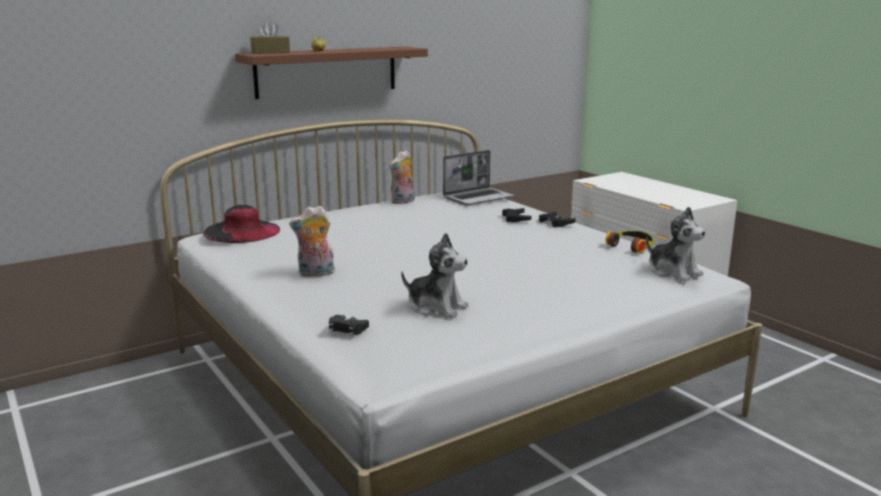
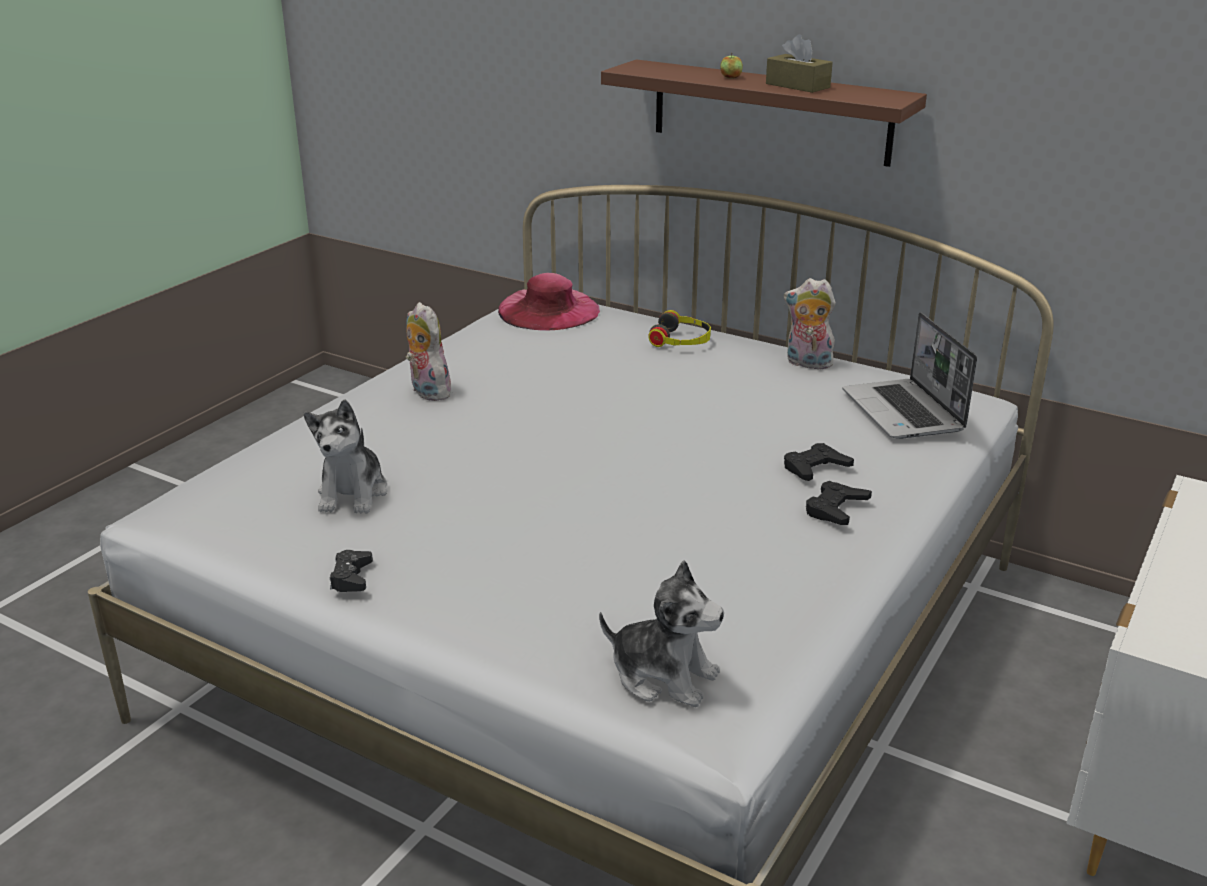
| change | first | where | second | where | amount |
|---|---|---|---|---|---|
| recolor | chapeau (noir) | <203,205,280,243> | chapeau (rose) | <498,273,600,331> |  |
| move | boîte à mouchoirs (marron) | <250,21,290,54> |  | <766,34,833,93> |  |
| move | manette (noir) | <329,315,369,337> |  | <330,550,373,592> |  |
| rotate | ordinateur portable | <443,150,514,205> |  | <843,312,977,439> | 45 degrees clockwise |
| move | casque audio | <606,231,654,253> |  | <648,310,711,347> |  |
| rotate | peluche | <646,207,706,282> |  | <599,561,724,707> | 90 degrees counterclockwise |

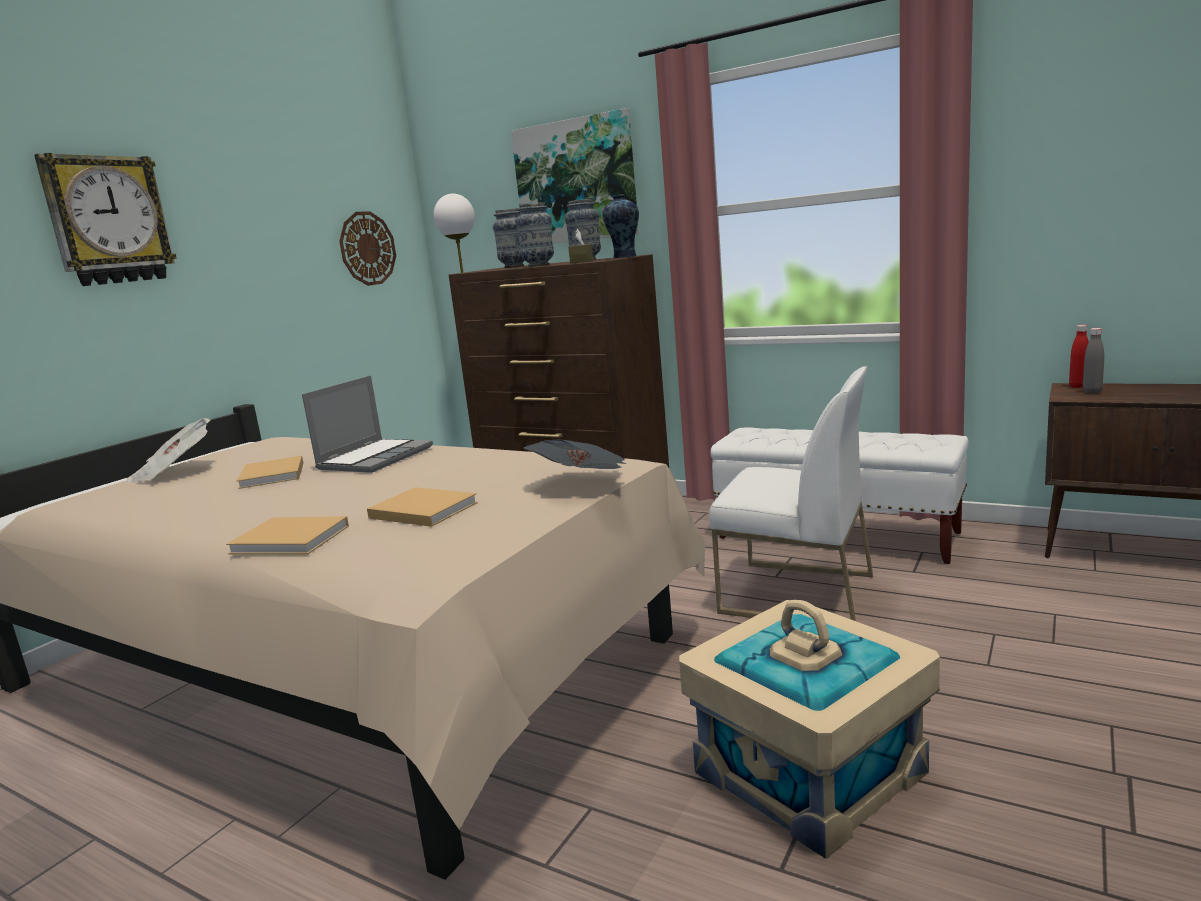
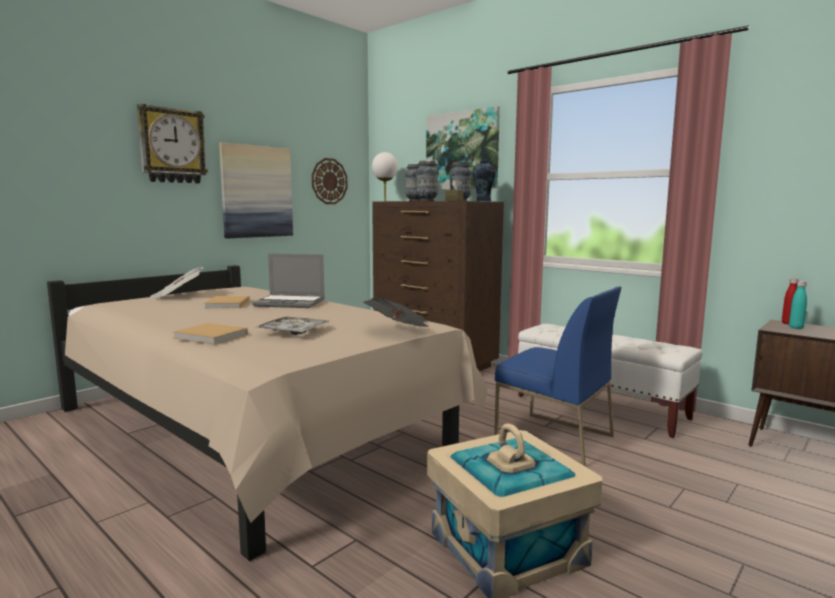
| change | first | where | second | where | amount |
|---|---|---|---|---|---|
| rotate | ordinateur portable | <302,375,433,473> |  | <252,254,325,308> | 60 degrees clockwise |
| replace | livre (beige) | <367,487,478,527> | plateau | <255,316,329,335> |  |
| recolor | chaise (blanc) | <709,366,873,621> | chaise (bleu) | <494,286,621,467> |  |
| recolor | bouteille (gris) | <1083,328,1104,393> | bouteille (turquoise) | <789,281,807,329> |  |
| insert |  |  | tableau | <219,142,293,238> |  |

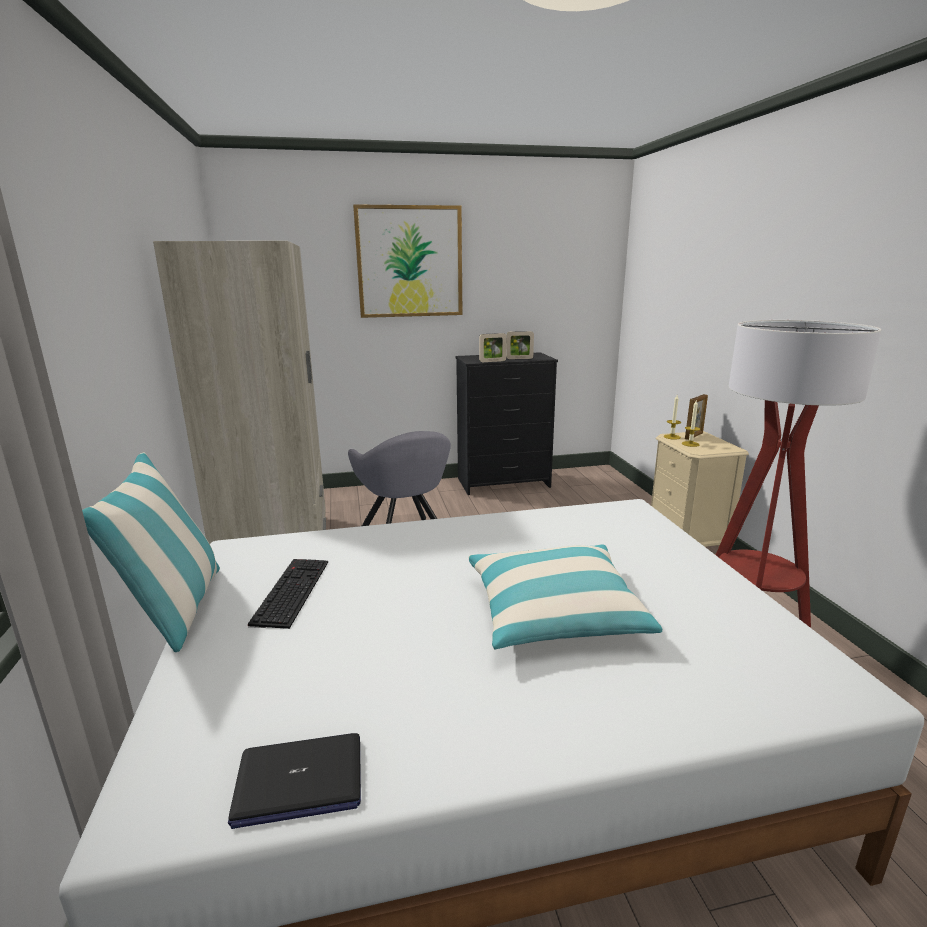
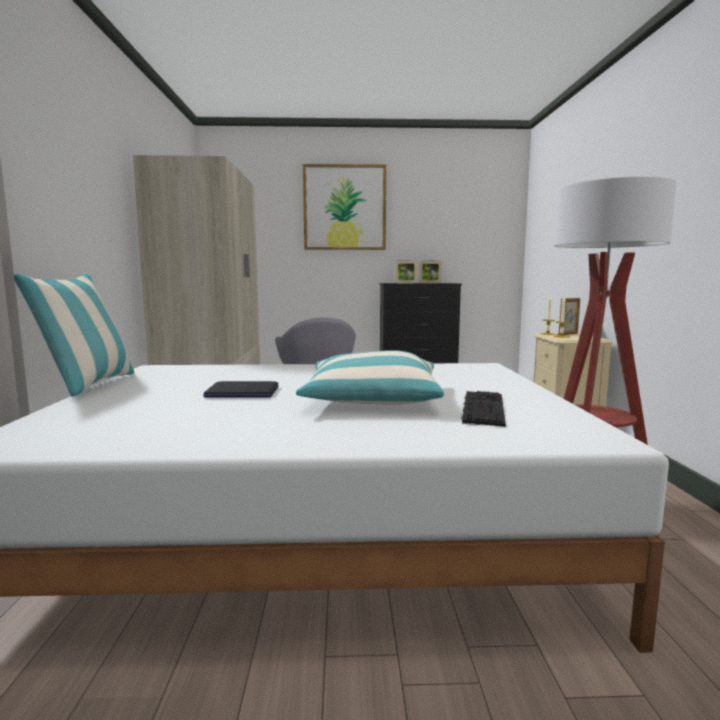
| change | first | where | second | where | amount |
|---|---|---|---|---|---|
| move | ordinateur portable | <228,733,361,829> |  | <203,381,279,398> |  |
| move | clavier | <248,559,328,629> |  | <461,391,506,427> |  |

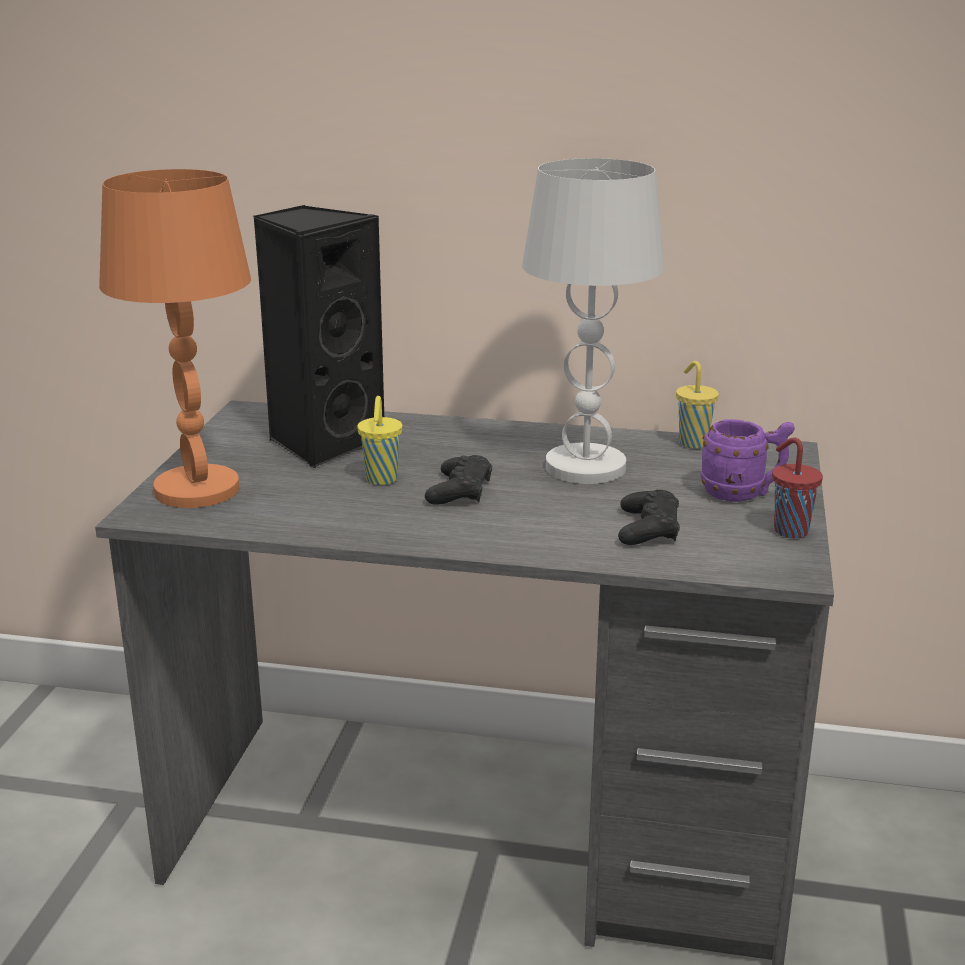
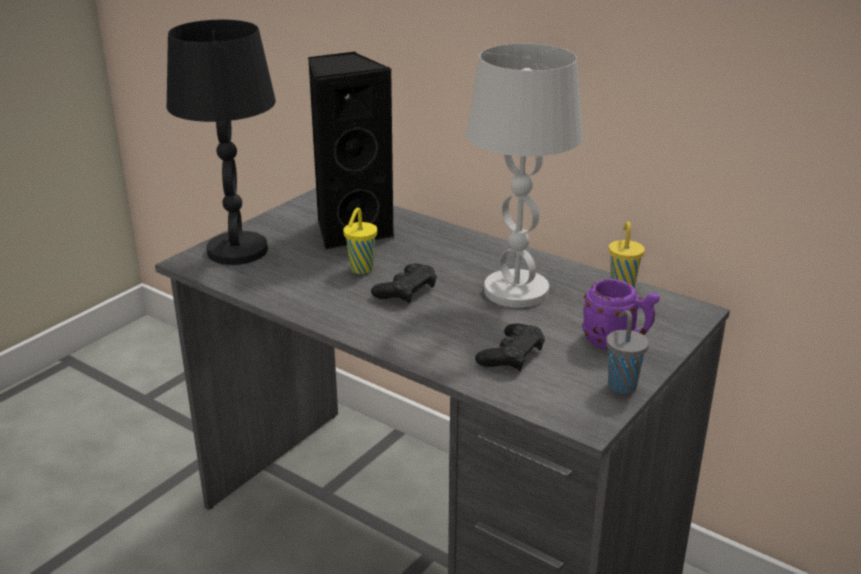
| change | first | where | second | where | amount |
|---|---|---|---|---|---|
| recolor | lampe de table (orange) | <99,169,251,508> | lampe de table (noir) | <167,20,276,265> |  |
| recolor | tasse (rouge) | <772,437,823,539> | tasse (gris) | <606,310,649,394> |  |

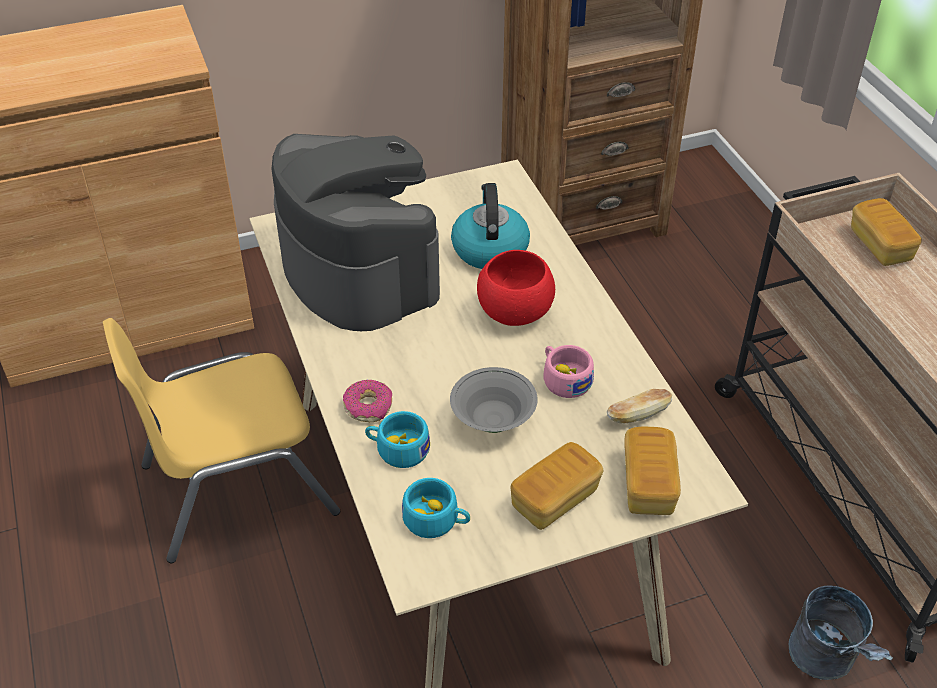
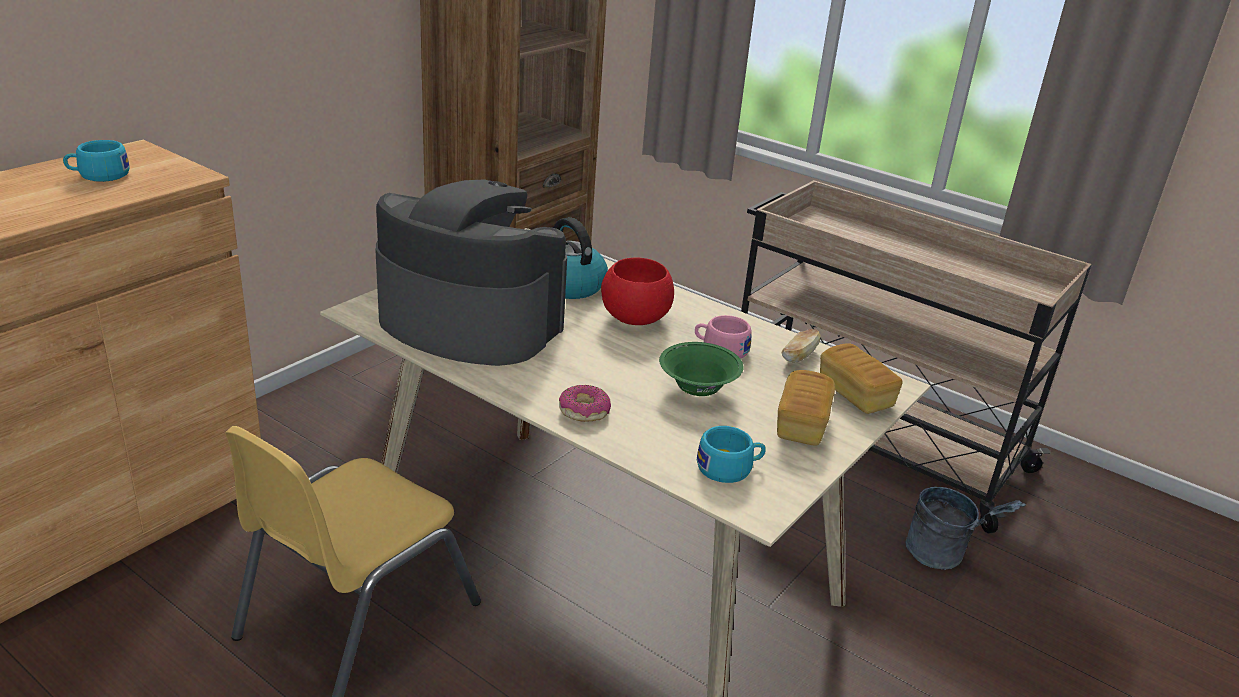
| change | first | where | second | where | amount |
|---|---|---|---|---|---|
| move | tasse (turquoise) | <365,411,430,468> |  | <63,140,130,182> |  |
| recolor | bol (gris) | <450,367,538,433> | bol (vert) | <659,342,744,396> |  |
| delete | pain | <851,198,922,266> |  |  |  |

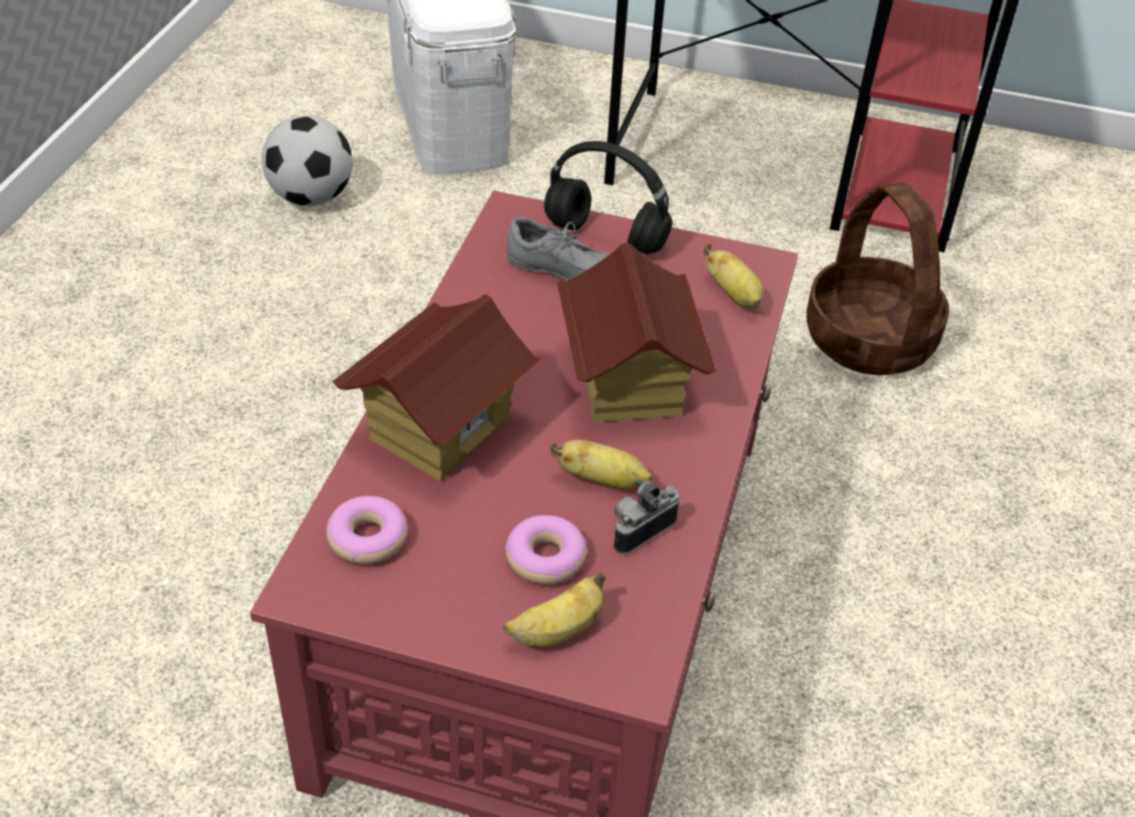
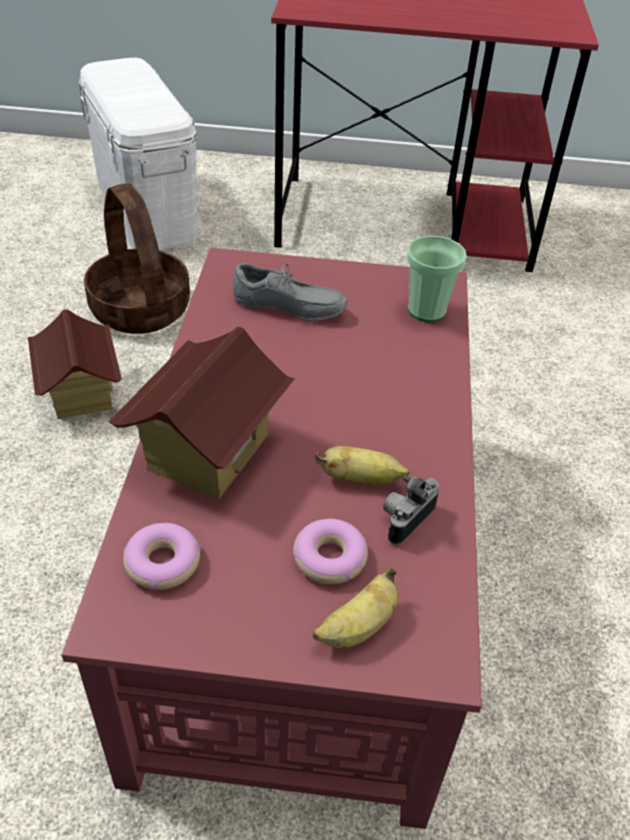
| change | first | where | second | where | amount |
|---|---|---|---|---|---|
| delete | ballon de foot | <262,115,353,206> |  |  |  |
| delete | casque audio (noir) | <544,141,672,254> |  |  |  |
| move | maison miniature | <557,243,716,422> |  | <28,309,122,419> |  |
| replace | banane | <703,244,763,308> | tasse | <407,236,467,322> |  |
| move | panier | <806,182,949,375> |  | <84,183,190,334> |  |

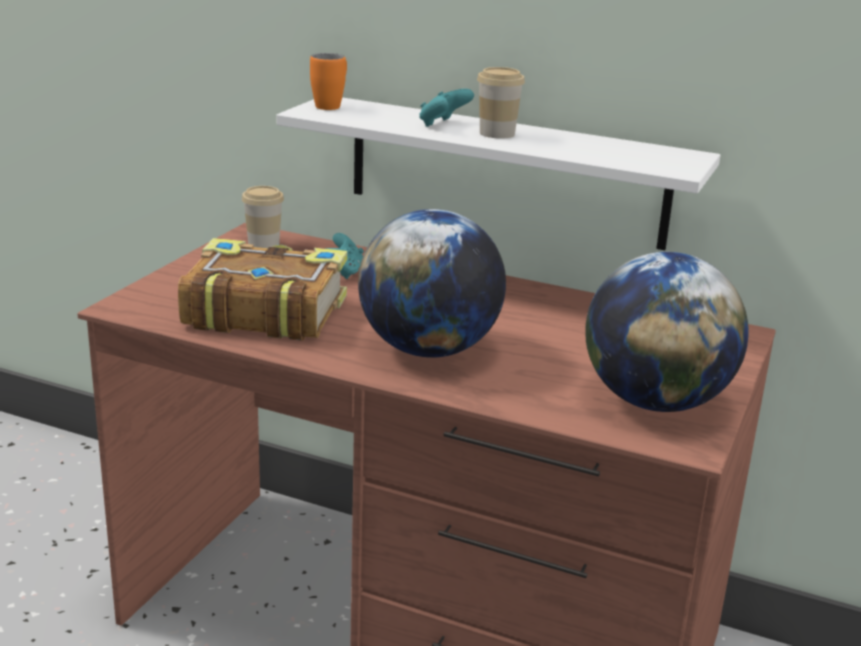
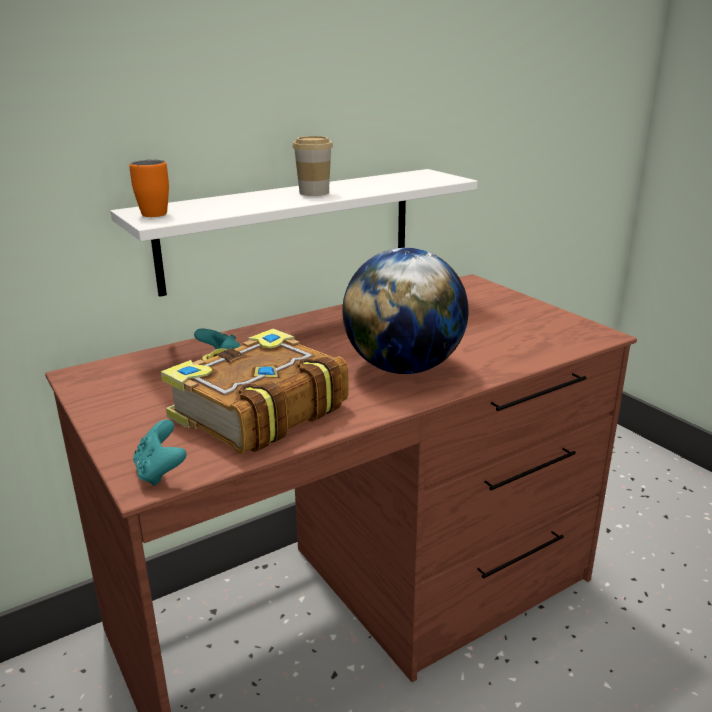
| change | first | where | second | where | amount |
|---|---|---|---|---|---|
| delete | tasse | <242,186,284,248> |  |  |  |
| move | manette (turquoise) | <419,89,474,127> |  | <133,420,187,486> |  |
| delete | globe | <585,252,749,412> |  |  |  |

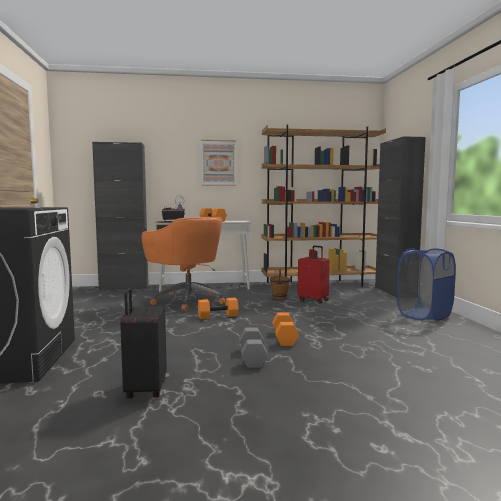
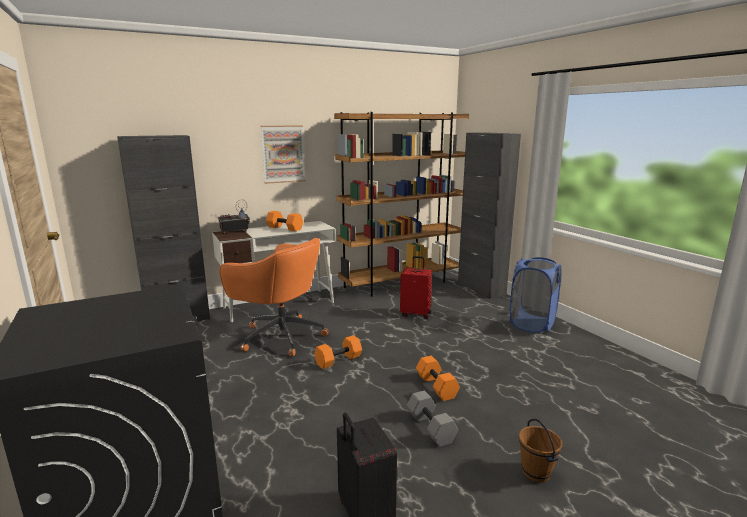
| change | first | where | second | where | amount |
|---|---|---|---|---|---|
| move | seau (marron) | <270,269,290,299> |  | <519,419,562,483> |  |

